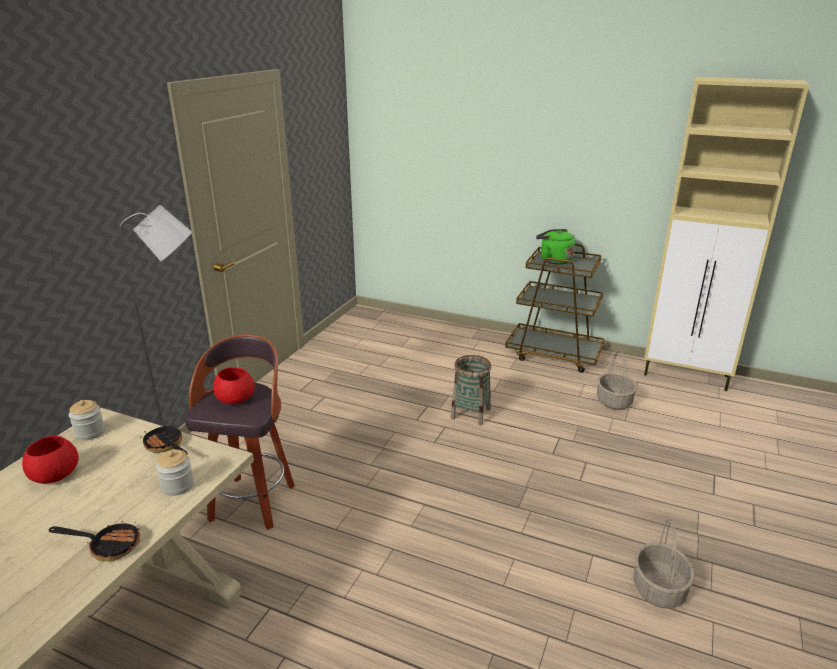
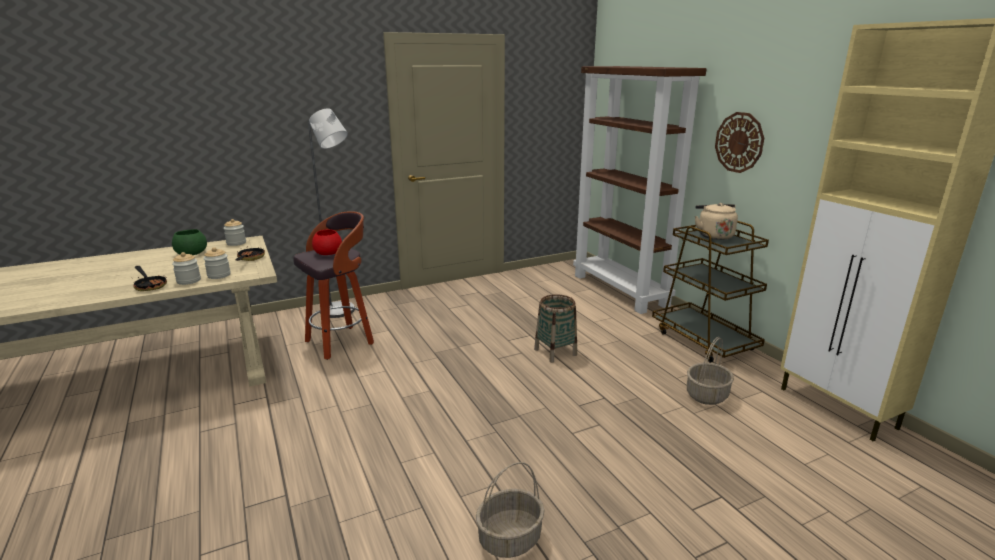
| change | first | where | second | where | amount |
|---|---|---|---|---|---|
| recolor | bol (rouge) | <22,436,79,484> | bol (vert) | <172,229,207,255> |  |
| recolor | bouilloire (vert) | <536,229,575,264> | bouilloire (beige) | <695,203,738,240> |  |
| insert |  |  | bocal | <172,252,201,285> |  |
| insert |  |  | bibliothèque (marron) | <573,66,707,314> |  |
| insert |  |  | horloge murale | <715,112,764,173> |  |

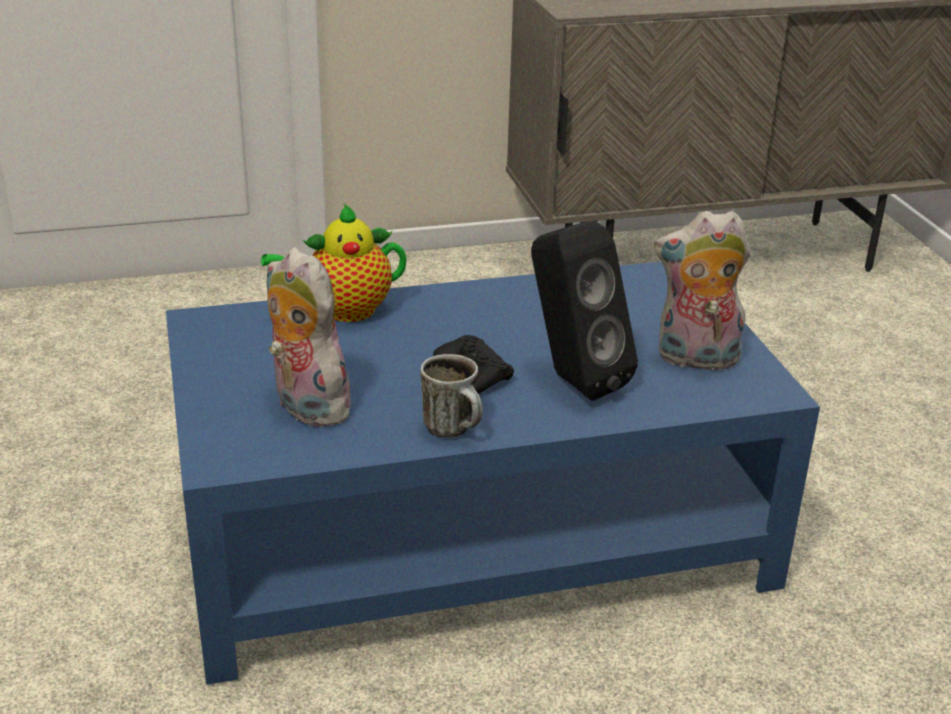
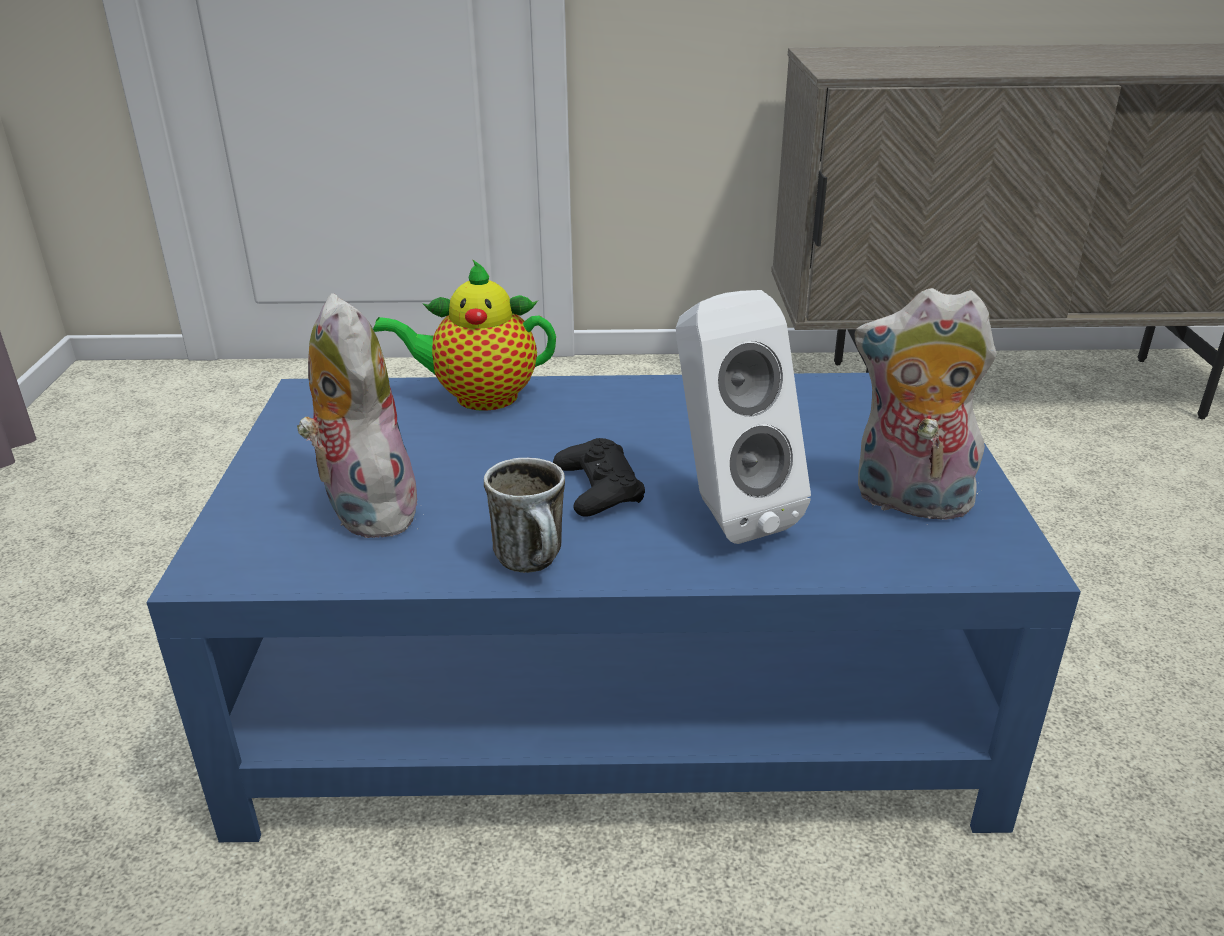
| change | first | where | second | where | amount |
|---|---|---|---|---|---|
| recolor | enceinte (noir) | <531,221,638,401> | enceinte (blanc) | <676,290,811,544> |  |

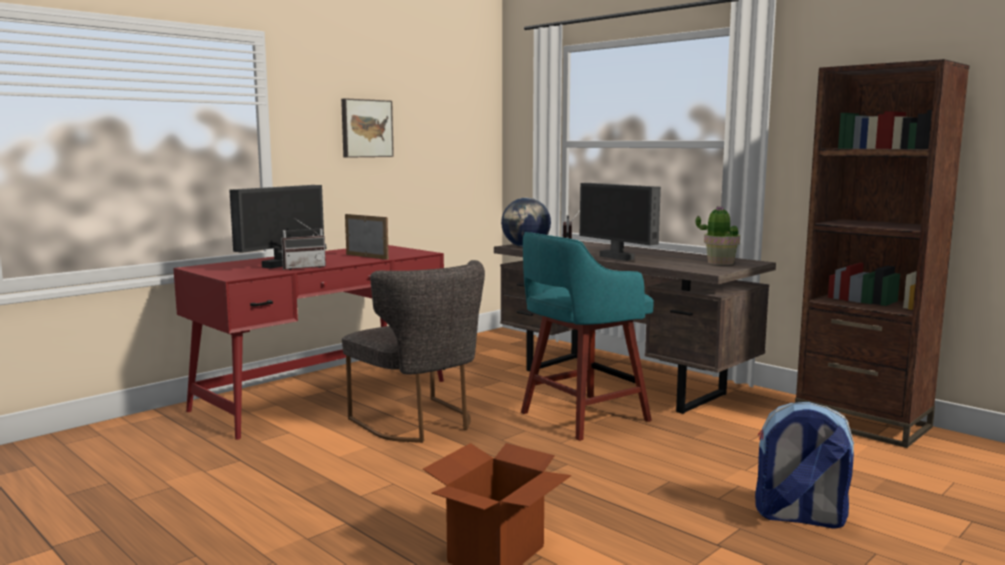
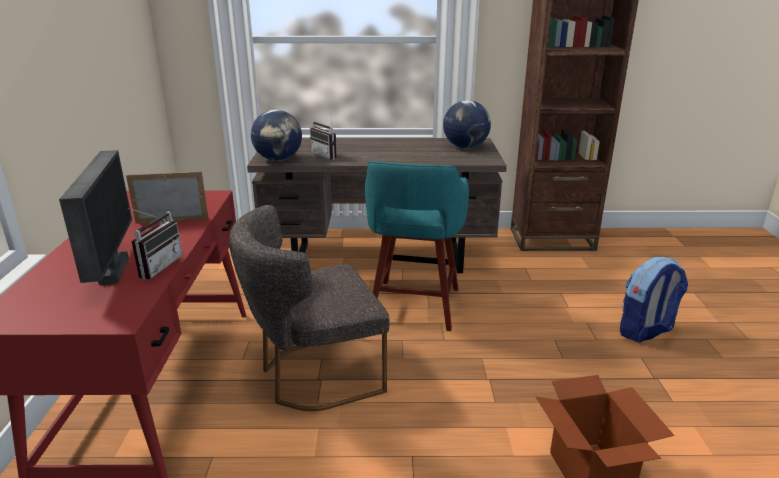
| change | first | where | second | where | amount |
|---|---|---|---|---|---|
| delete | tableau | <341,98,394,158> |  |  |  |
| rotate | chaise (gris) | <342,260,485,443> |  | <229,205,389,411> | 150 degrees clockwise |
| delete | écran d'ordinateur | <580,183,661,261> |  |  |  |
| replace | plante en pot | <696,207,740,265> | globe | <443,100,491,149> |  |

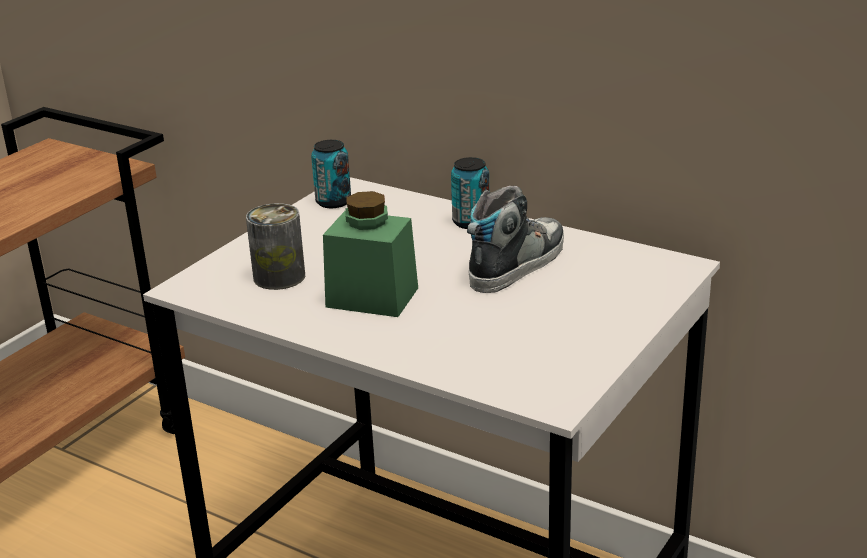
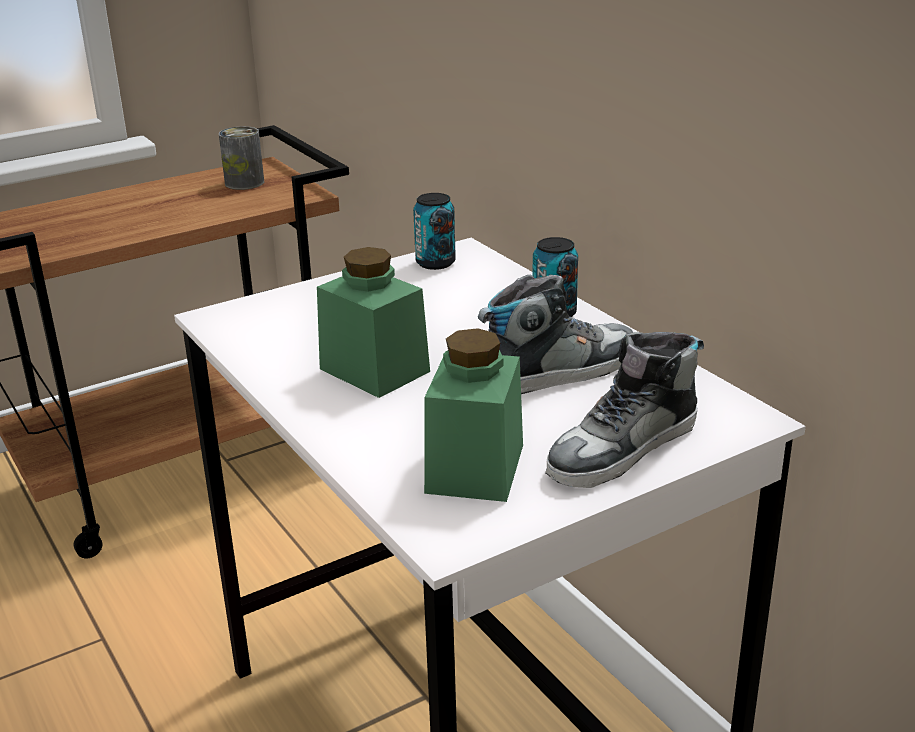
| change | first | where | second | where | amount |
|---|---|---|---|---|---|
| move | boîte métallique | <246,203,305,290> |  | <219,126,264,190> |  |
| insert |  |  | bocal (vert) | <424,328,523,502> |  |
| insert |  |  | chaussure | <545,332,704,488> |  |

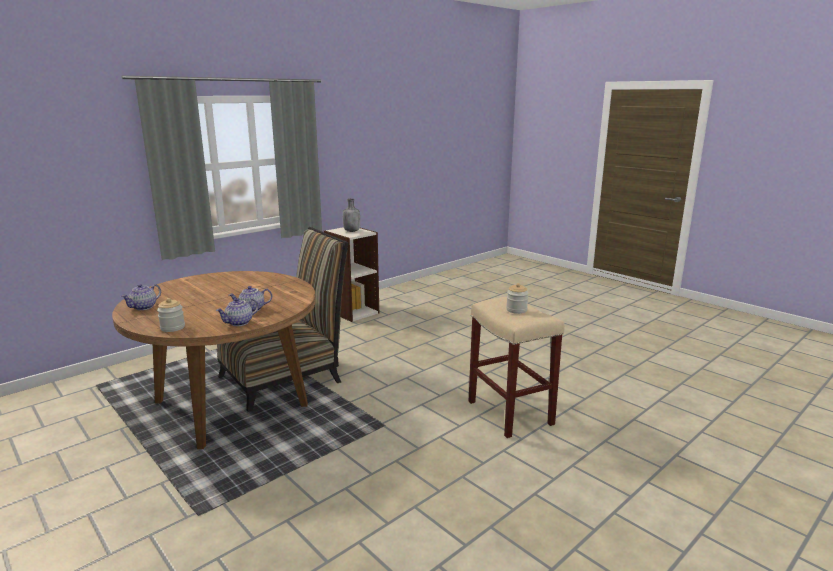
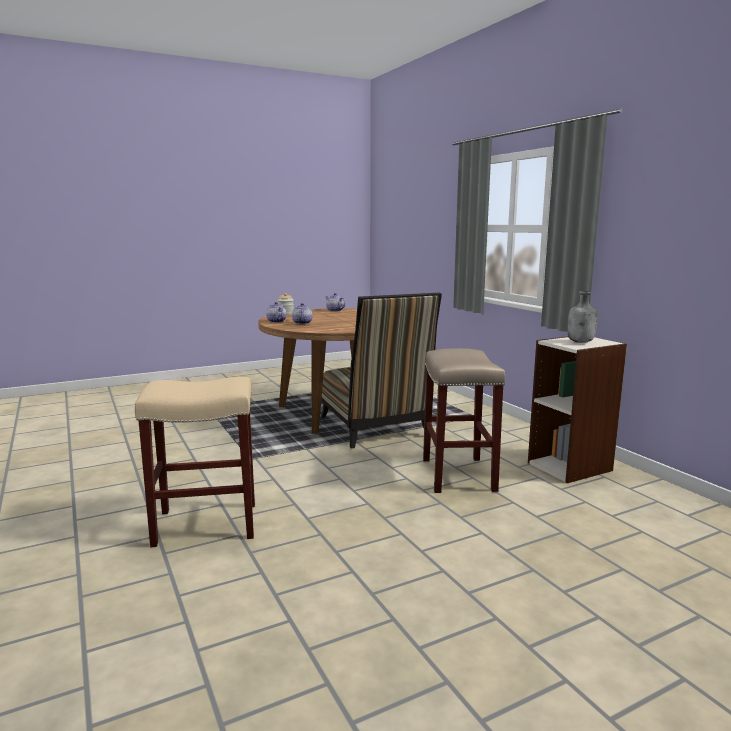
| change | first | where | second | where | amount |
|---|---|---|---|---|---|
| delete | bocal | <506,283,528,314> |  |  |  |
| insert |  |  | tabouret (beige) | <423,348,505,493> |  |

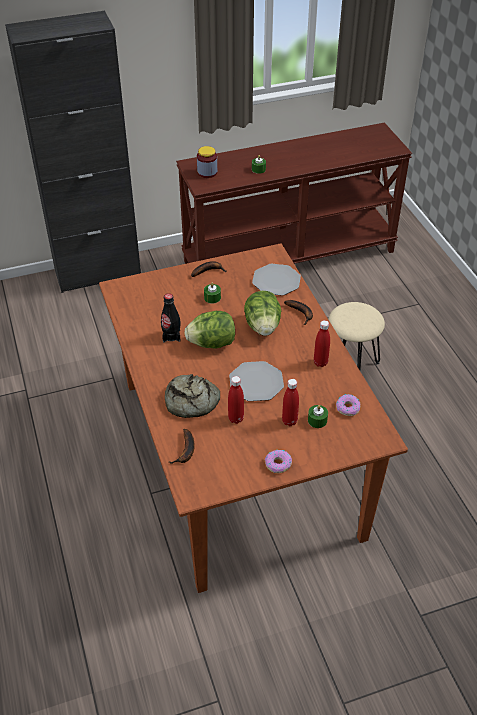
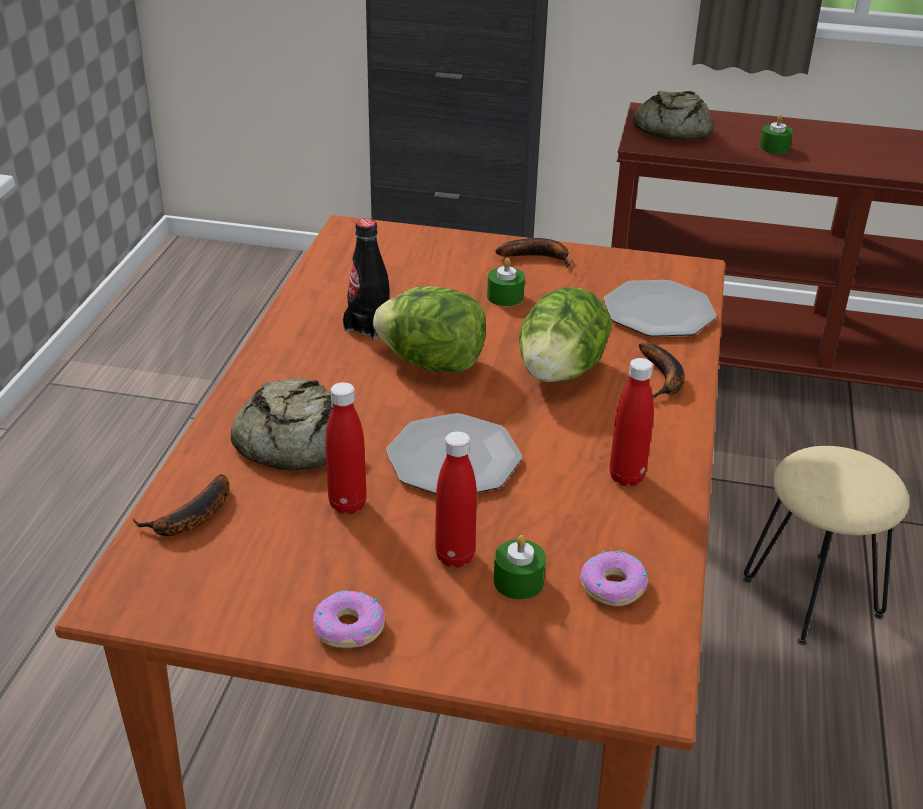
| change | first | where | second | where | amount |
|---|---|---|---|---|---|
| replace | bocal | <197,146,217,178> | pain | <633,91,714,140> |  |

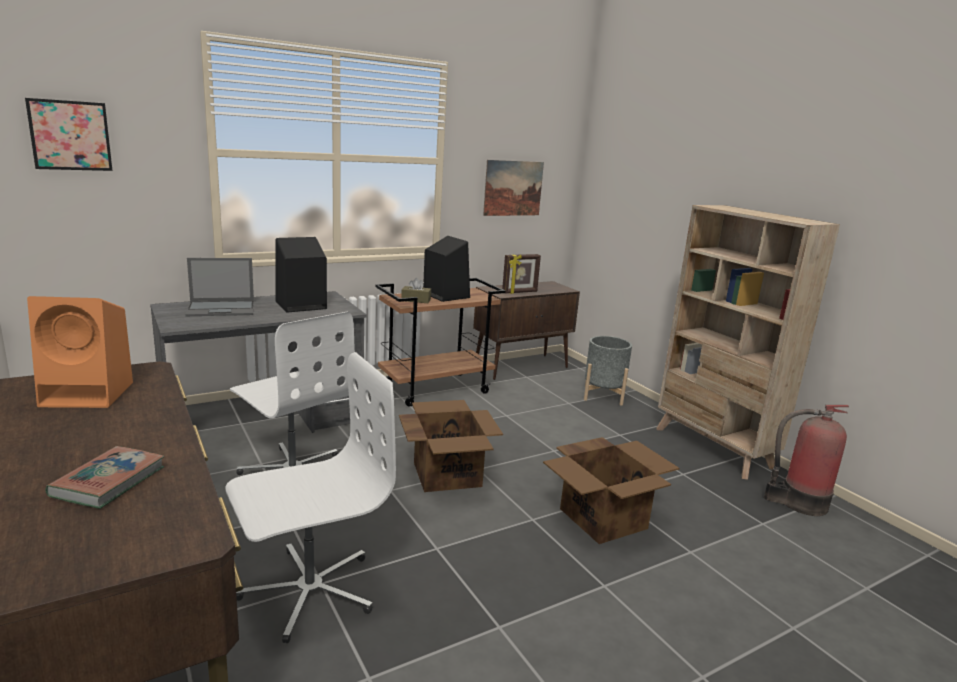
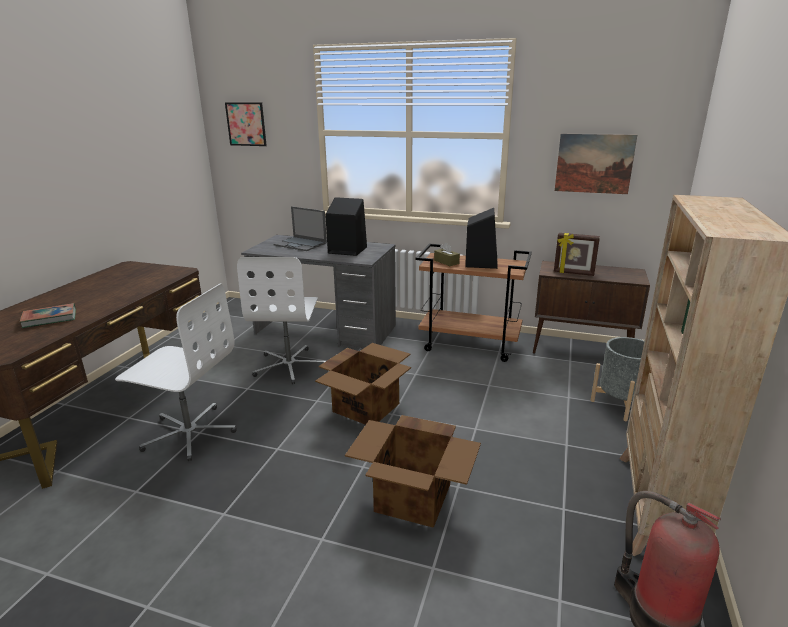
| change | first | where | second | where | amount |
|---|---|---|---|---|---|
| delete | enceinte (orange) | <27,296,133,408> |  |  |  |

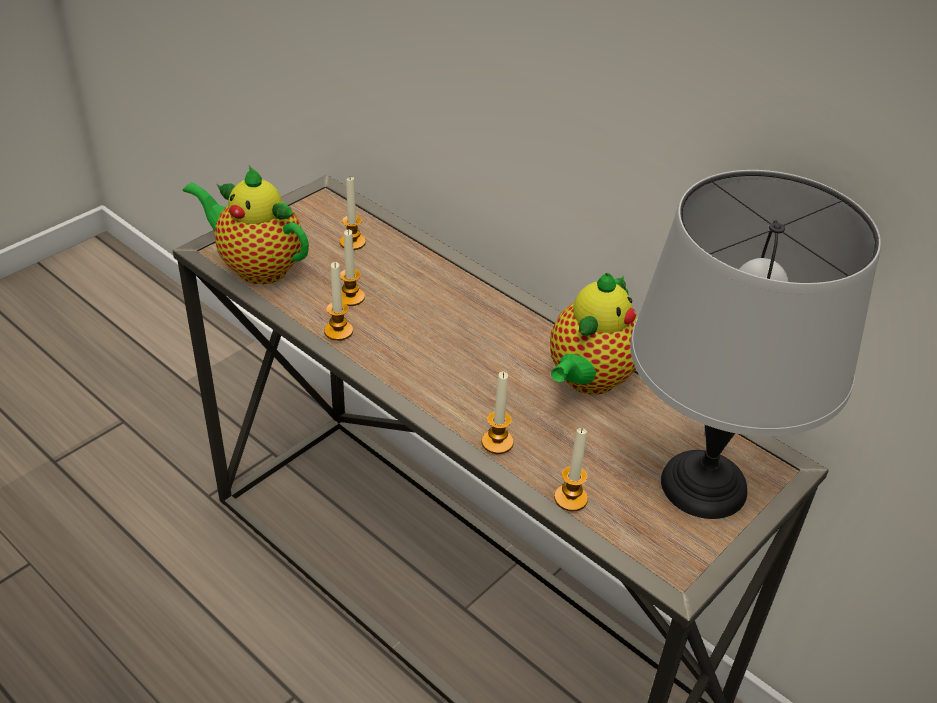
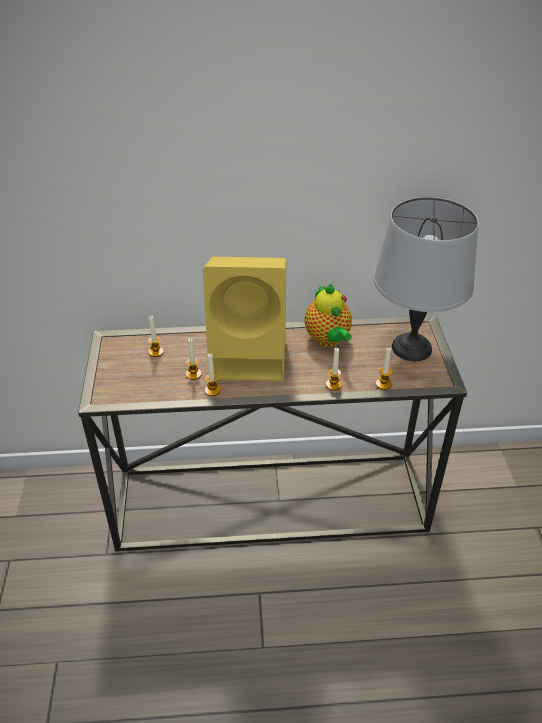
| change | first | where | second | where | amount |
|---|---|---|---|---|---|
| delete | théière | <183,165,309,284> |  |  |  |
| insert |  |  | enceinte (jaune) | <203,257,287,381> |  |

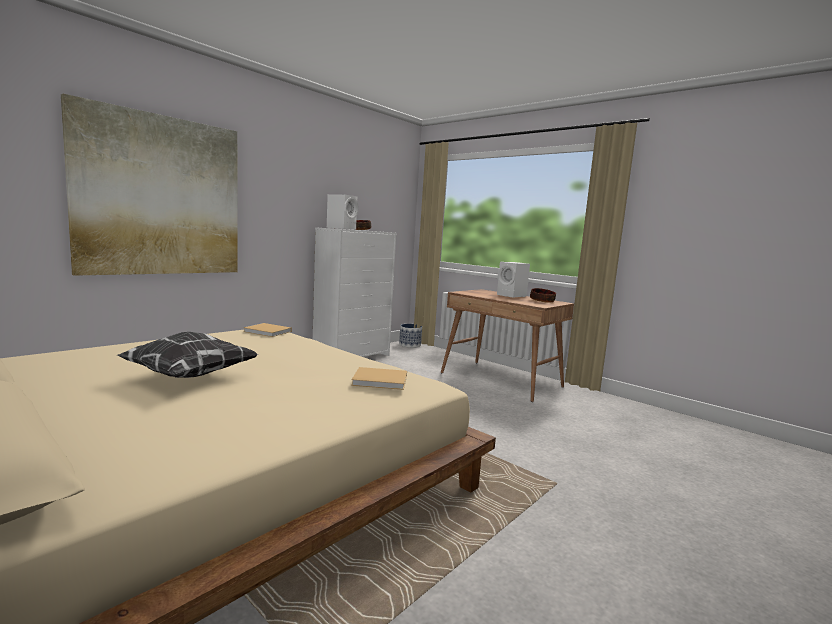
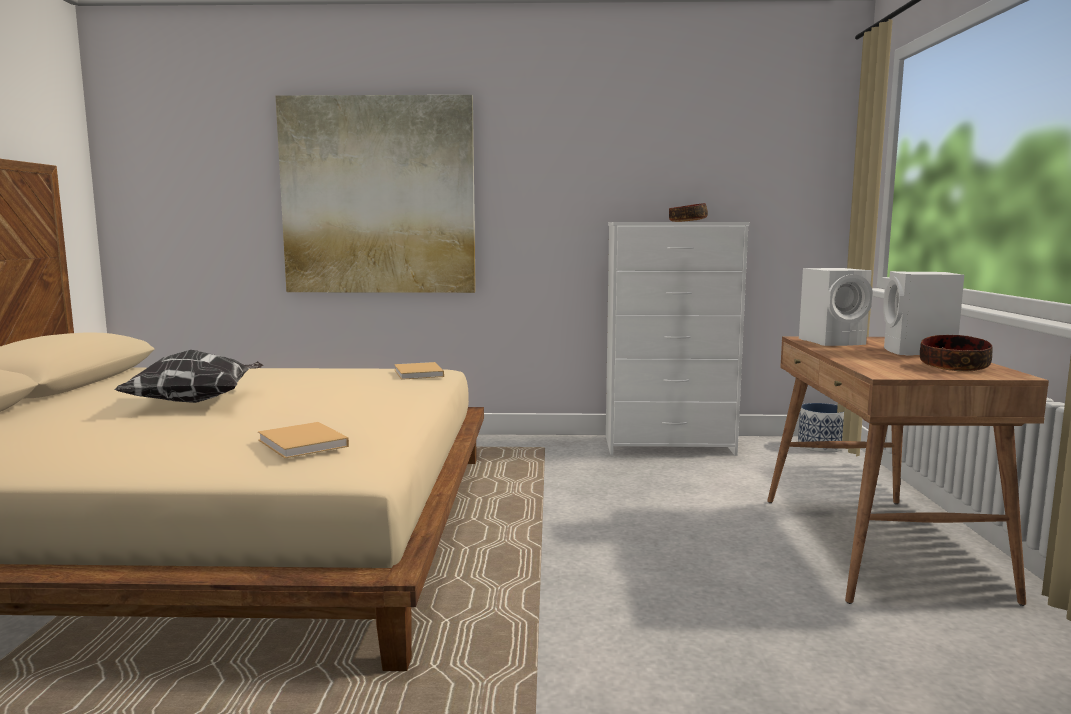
| change | first | where | second | where | amount |
|---|---|---|---|---|---|
| move | enceinte (blanc) | <327,194,358,230> |  | <799,268,873,346> |  |

